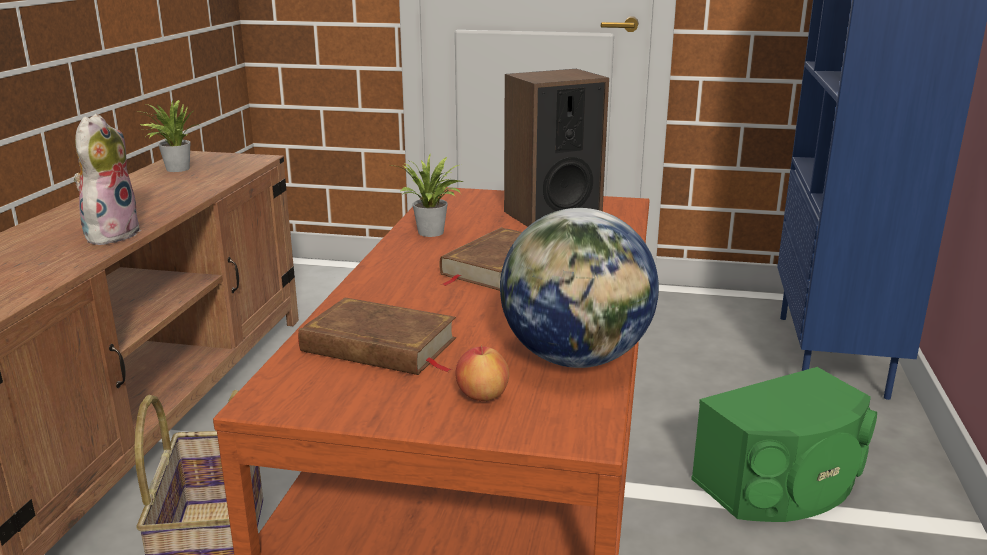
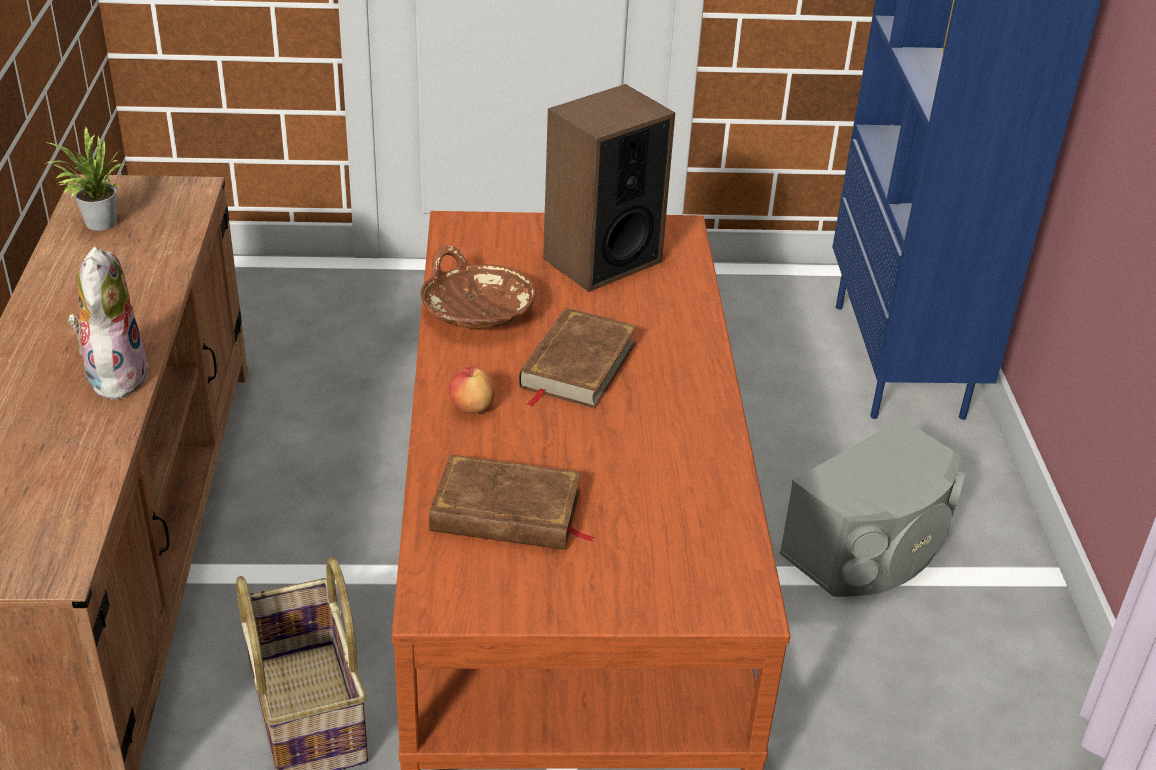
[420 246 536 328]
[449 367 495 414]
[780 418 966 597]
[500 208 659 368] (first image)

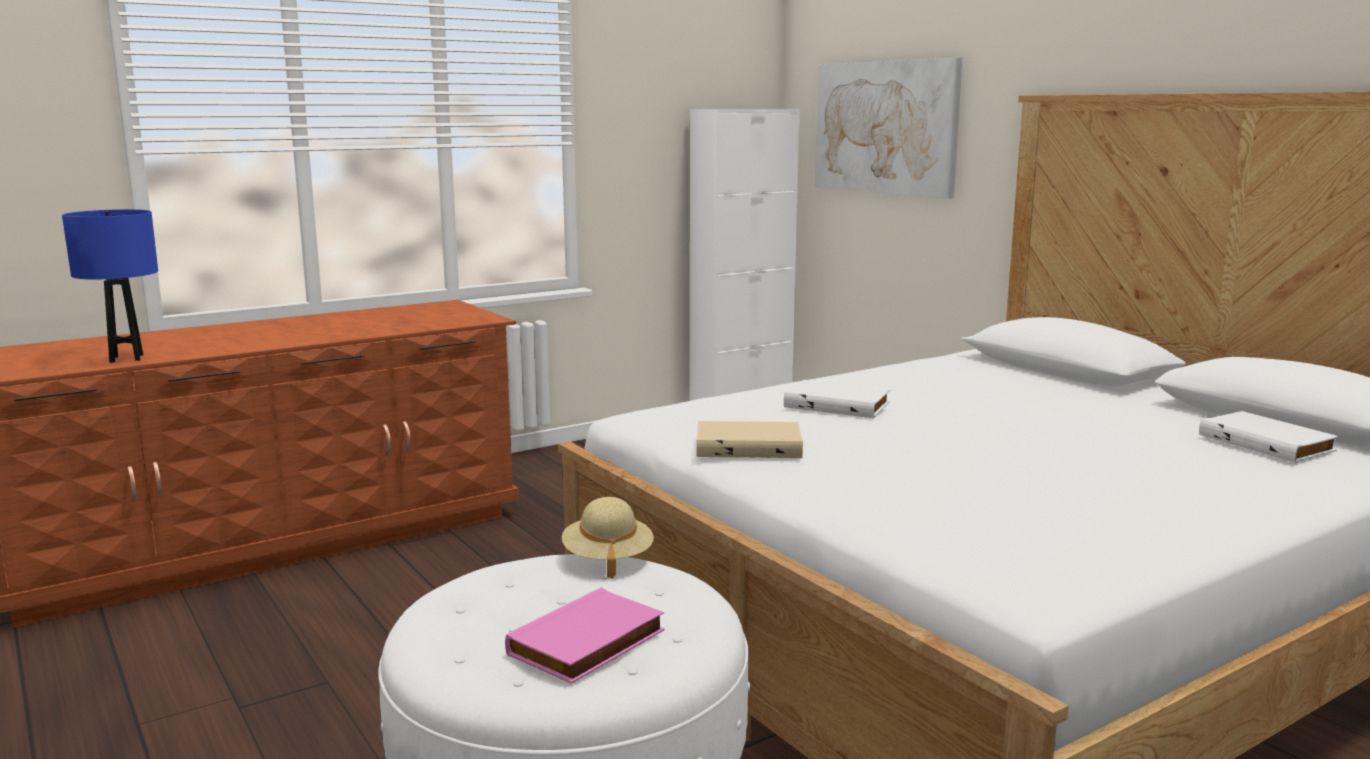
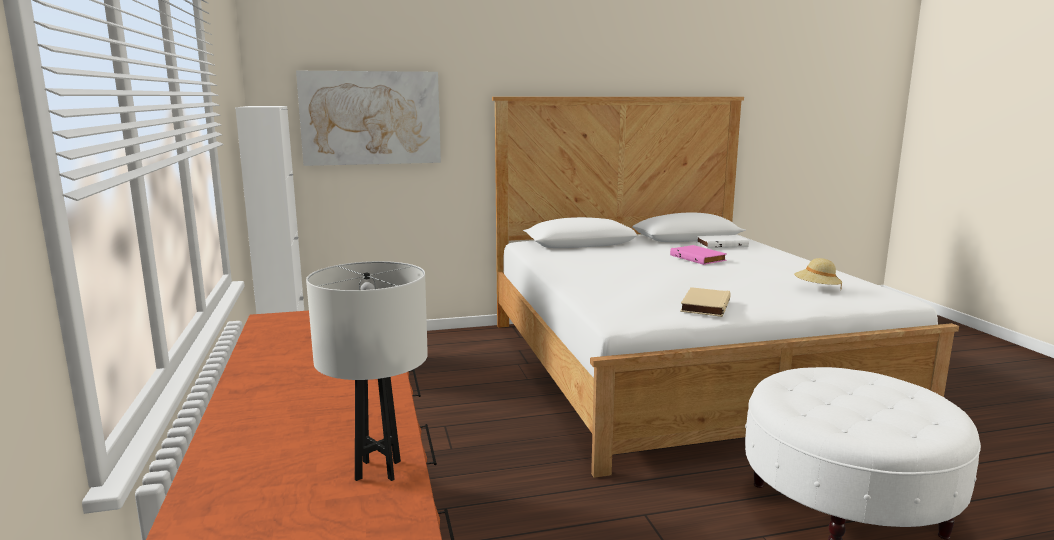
[306 261 428 481]
[670 245 727 265]
[794 258 842 288]
[784 380 890 418] (first image)

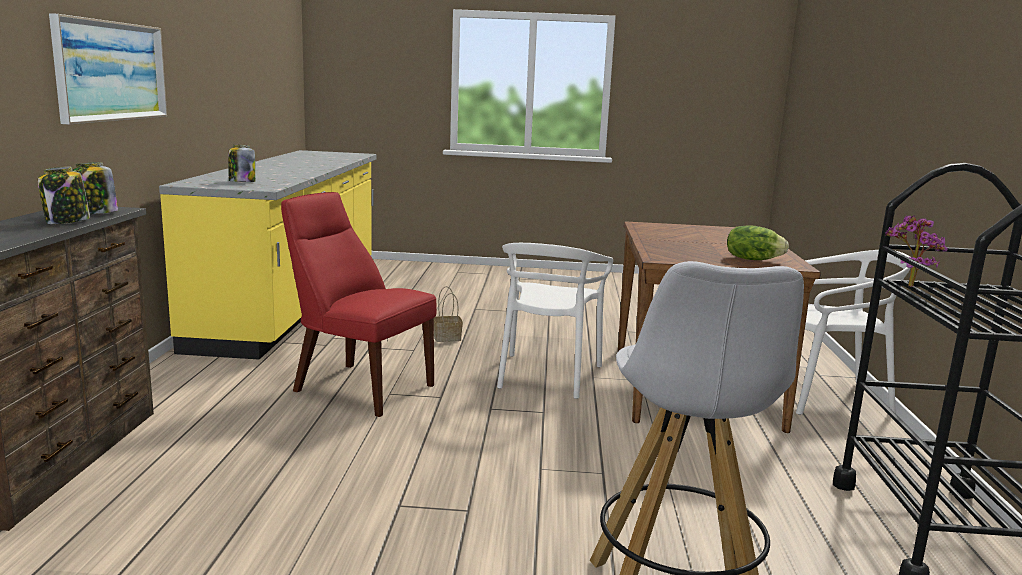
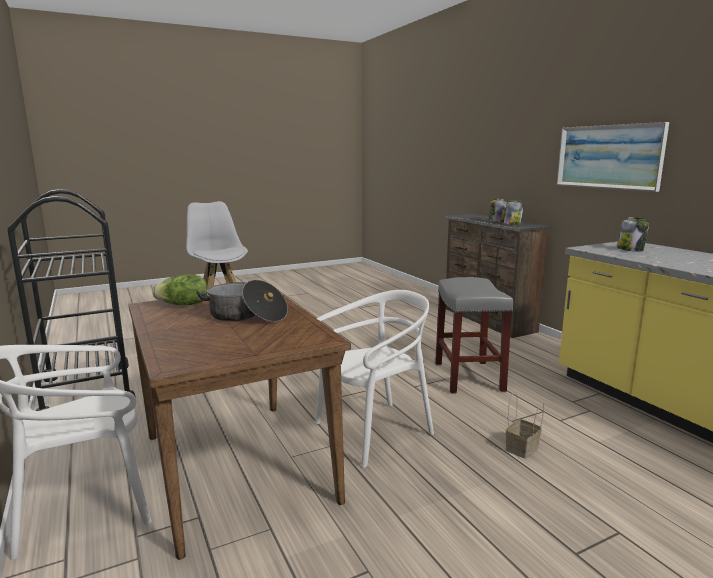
[196 280 288 322]
[315 290 434 468]
[435 277 513 394]
[885 214 948 287] (first image)

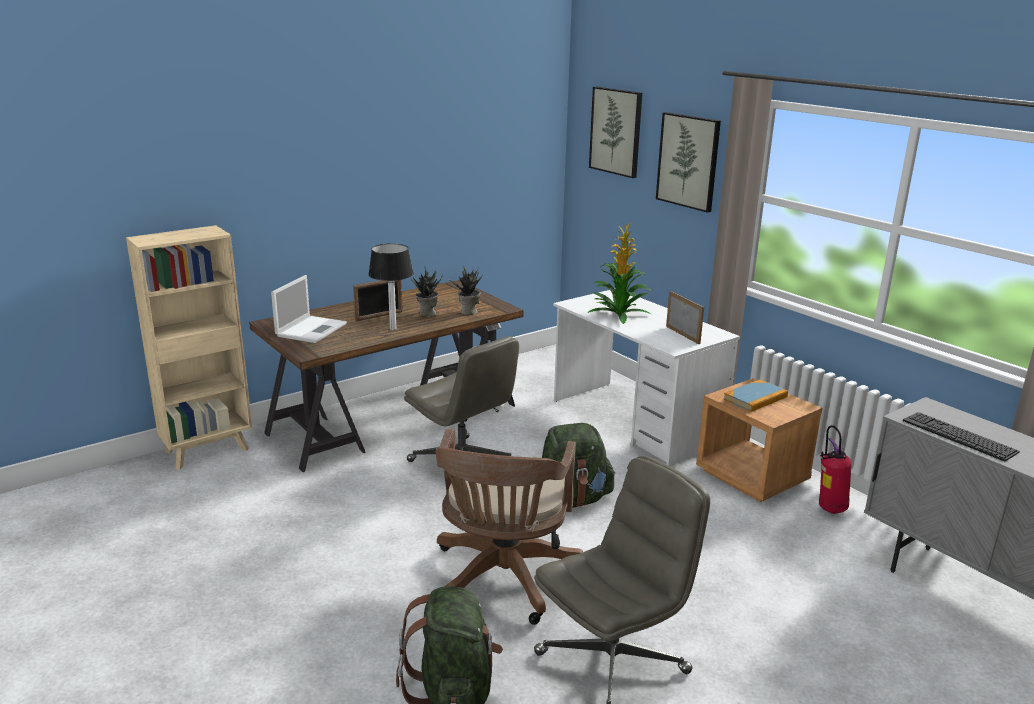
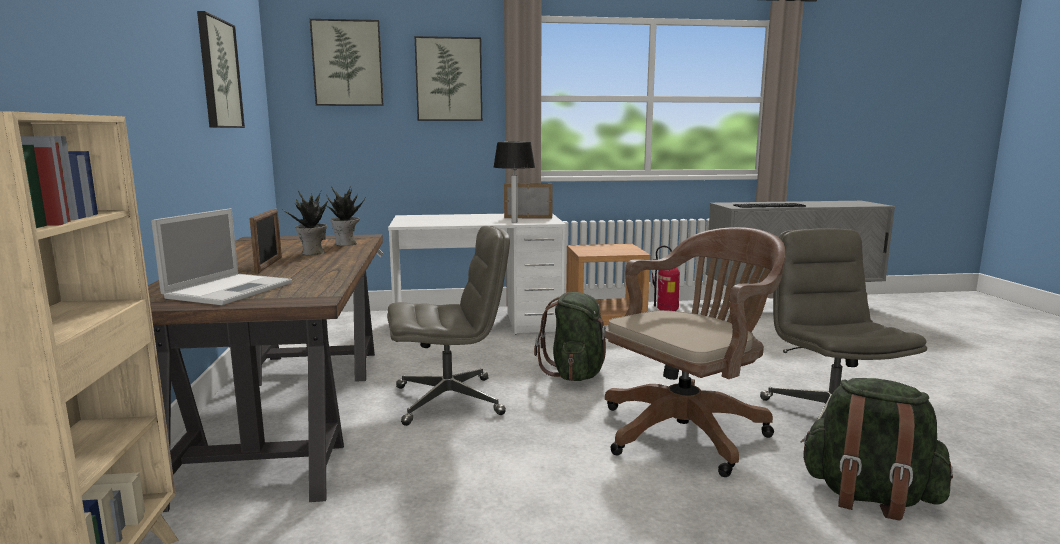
[151 208 292 305]
[197 11 245 128]
[493 142 535 223]
[605 227 786 477]
[587 222 651 324] (first image)
[724 380 788 412] (first image)

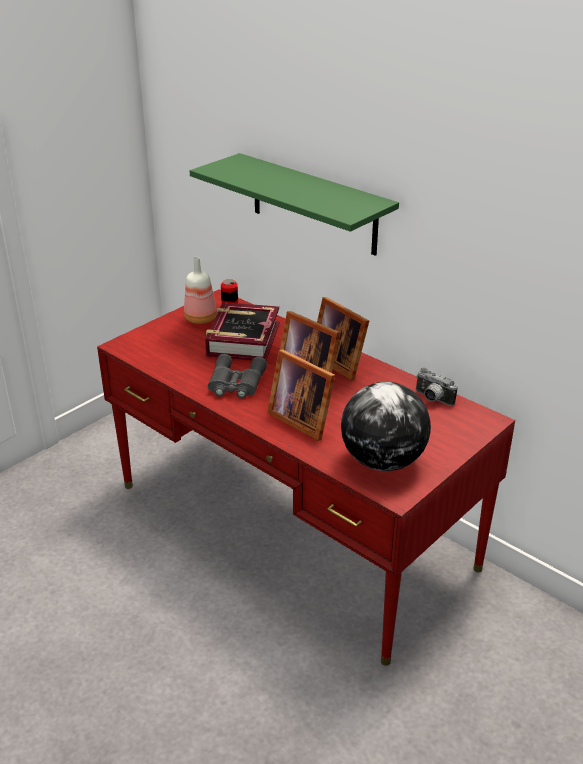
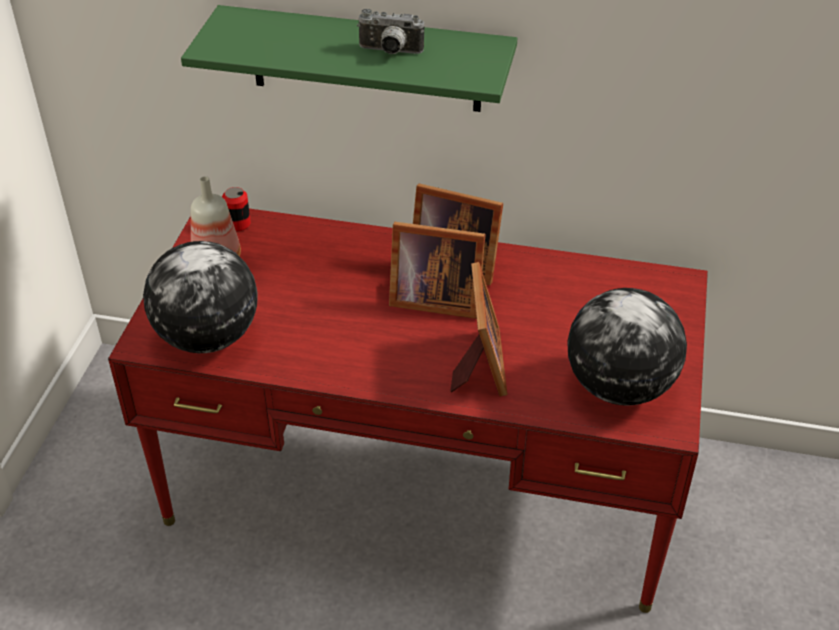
[143 241 257 353]
[357 9 425 54]
[450 262 507 396]
[205 302 279 360] (first image)
[208 354 267 399] (first image)

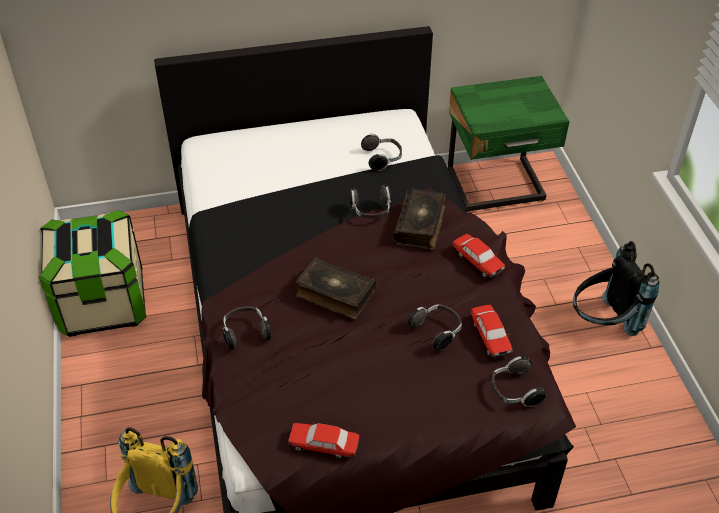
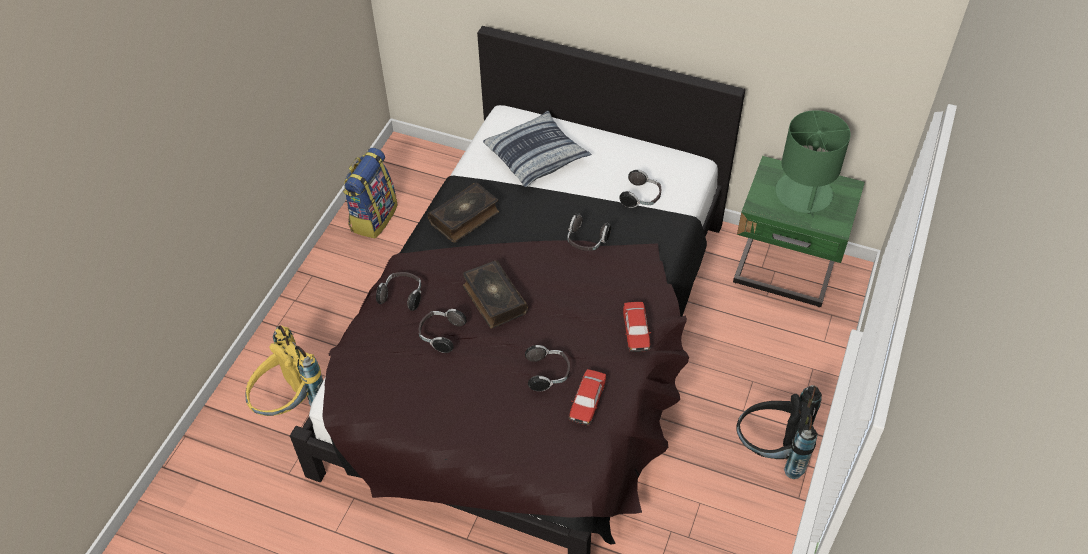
[343 148 398 239]
[419 309 467 353]
[428 183 499 243]
[483 111 592 187]
[775 110 851 218]
[288 421 360 459] (first image)

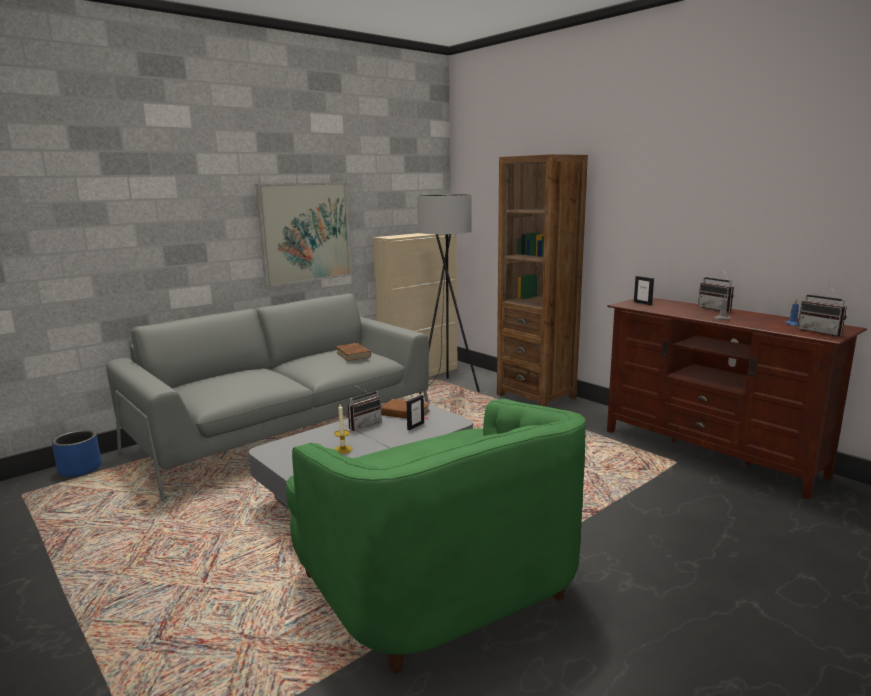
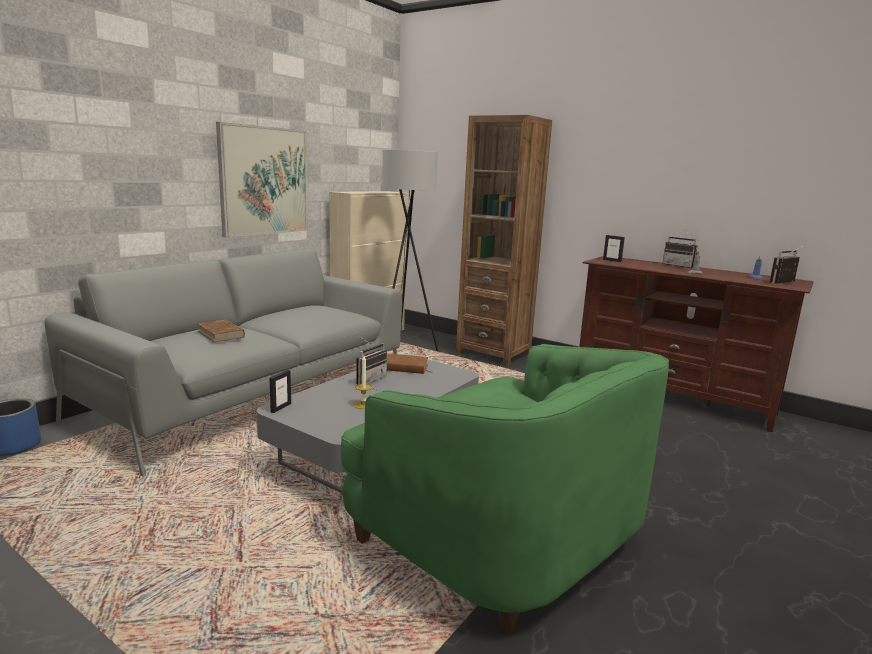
[198 320 245 343]
[269 370 291 413]
[769 244 807 284]

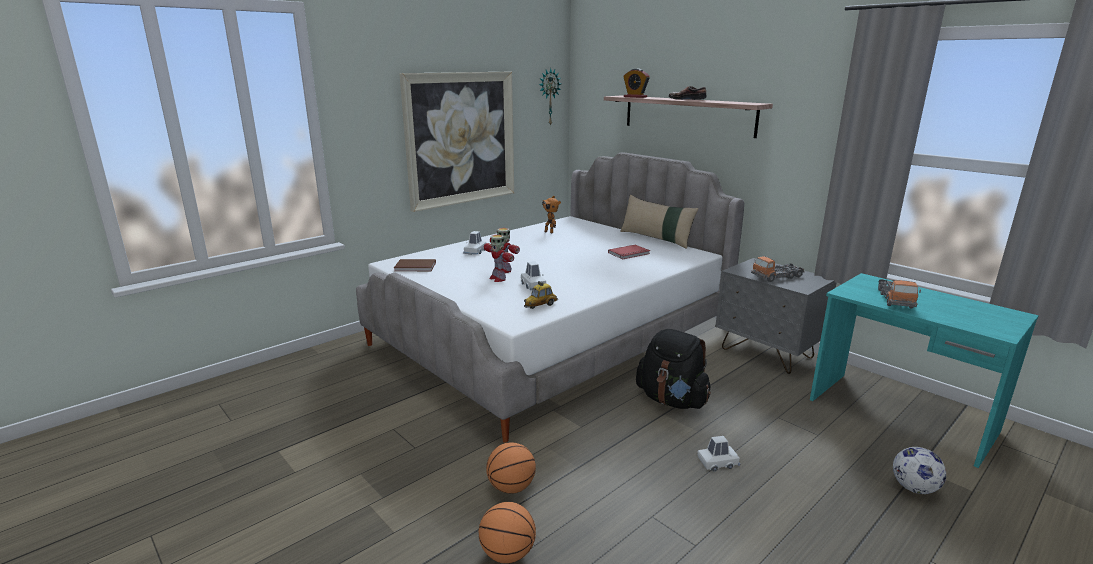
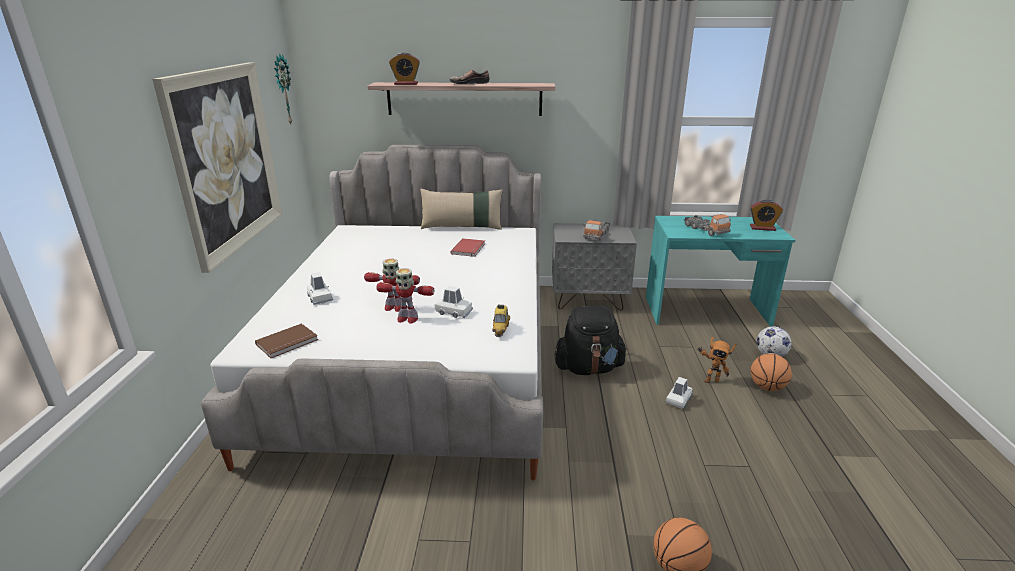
[698 337 737 383]
[750 200 783 231]
[751 353 792 391]

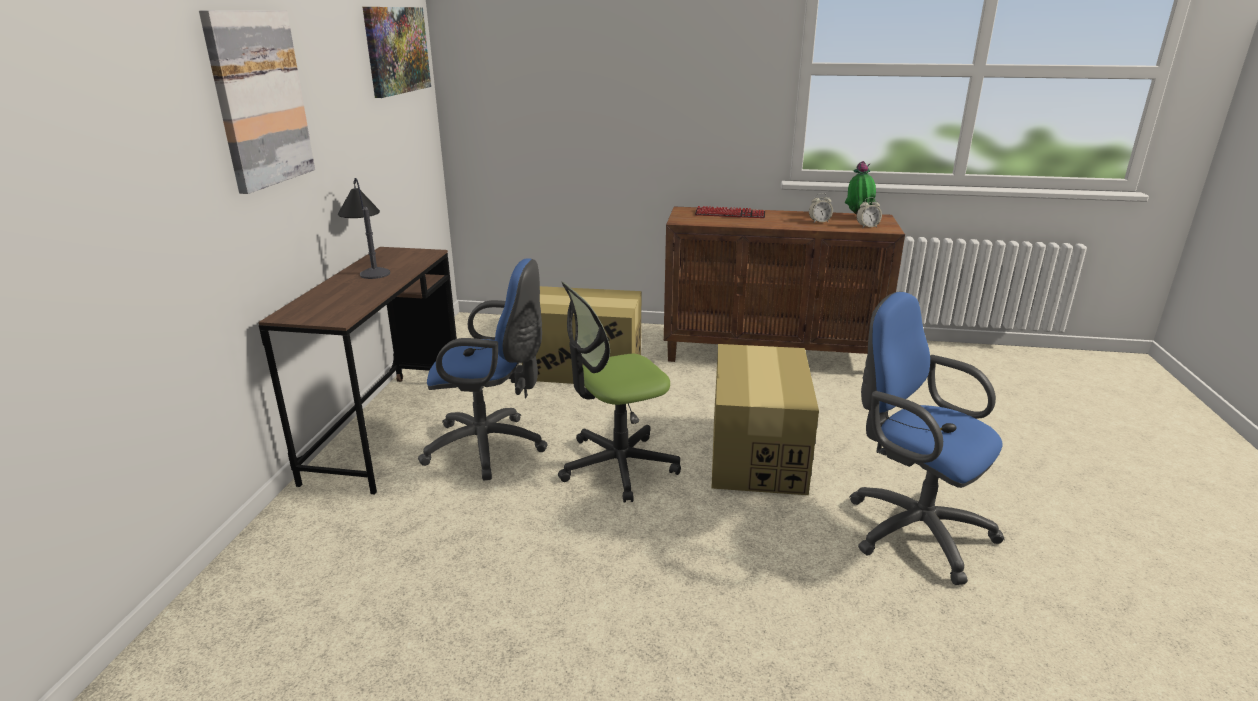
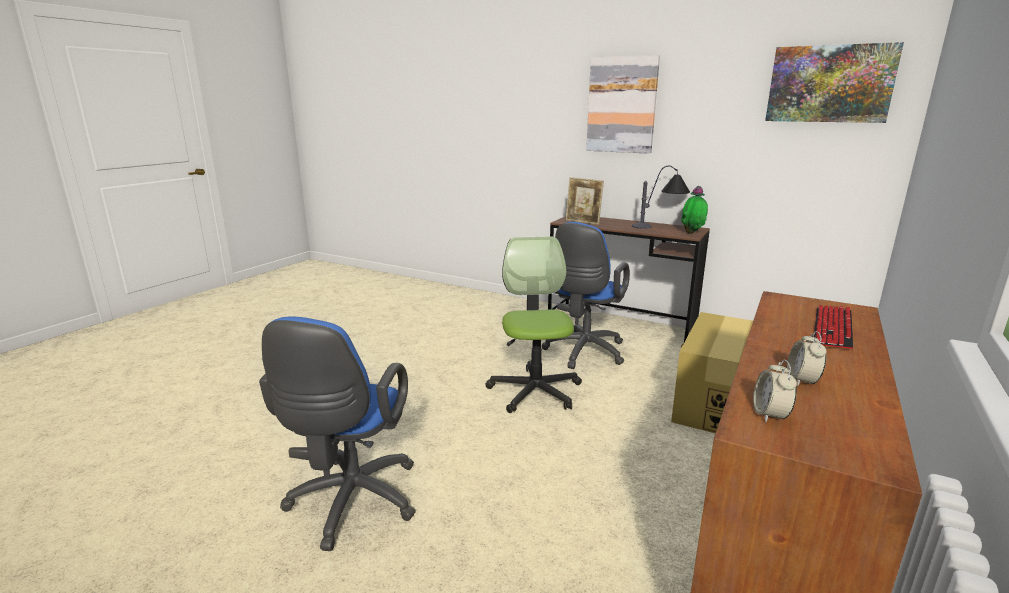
[259 316 416 551]
[566 177 604 225]
[681 186 708 234]
[712 344 819 495] (first image)

